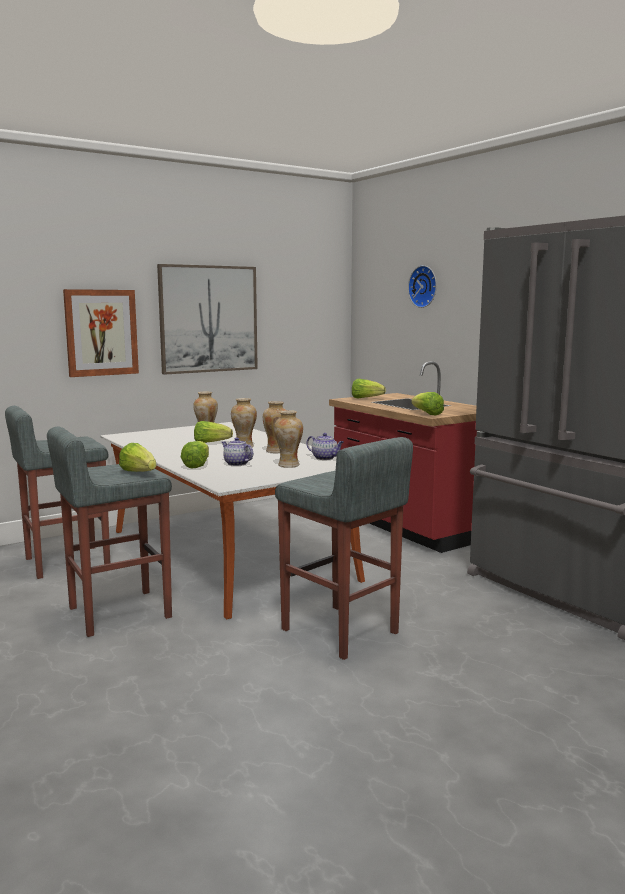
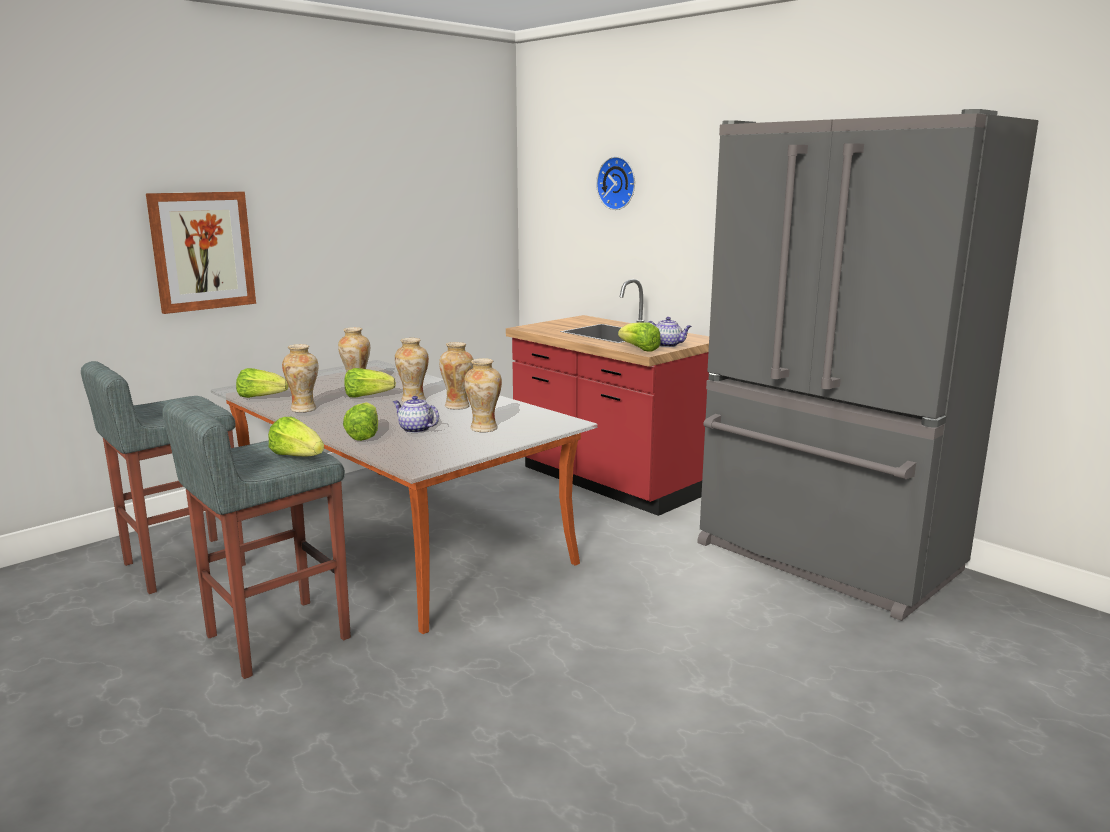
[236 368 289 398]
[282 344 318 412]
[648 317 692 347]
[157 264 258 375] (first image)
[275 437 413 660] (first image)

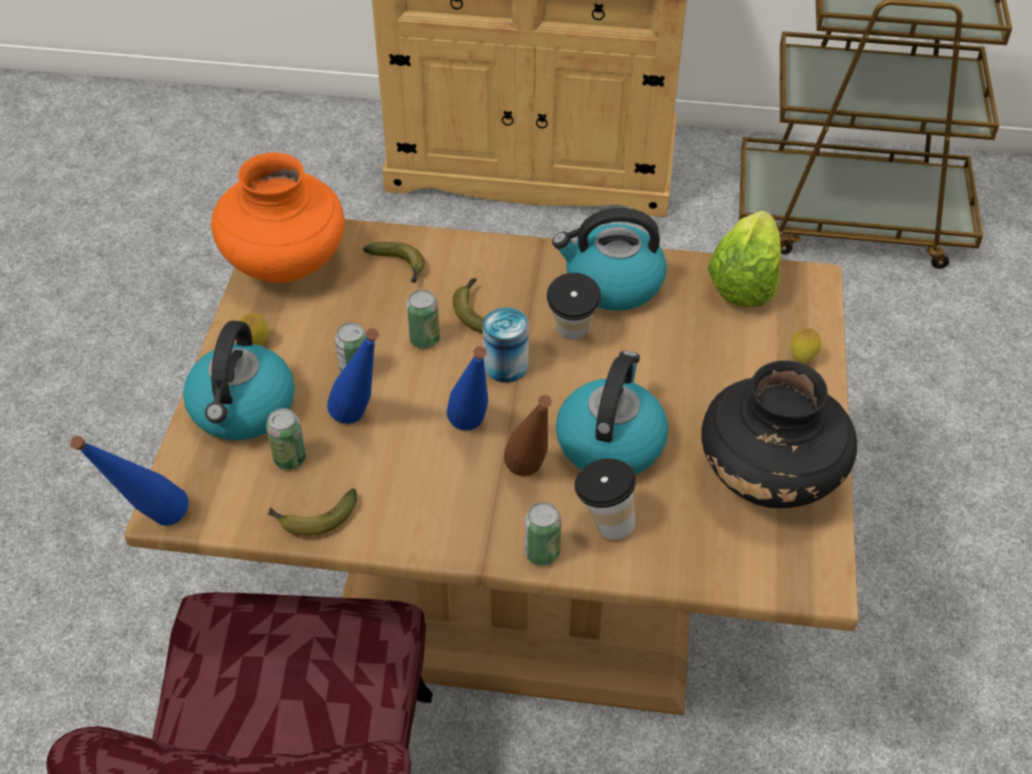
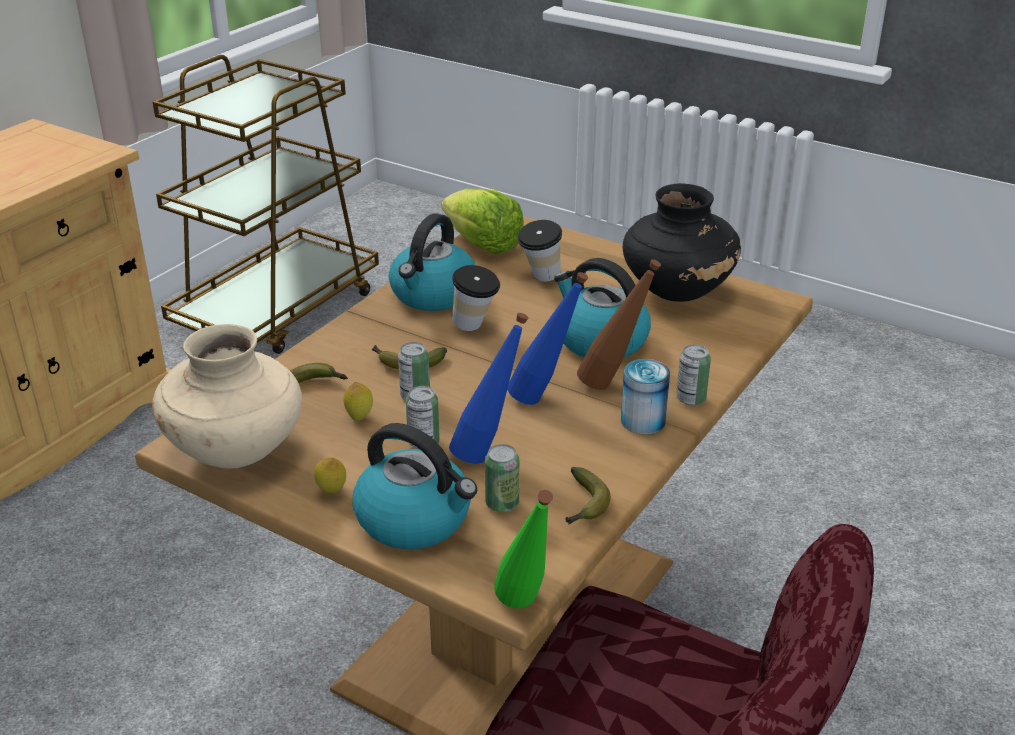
[152 324 302 469]
[344 382 373 421]
[494 490 553 609]
[517 220 562 282]
[621 359 670 434]

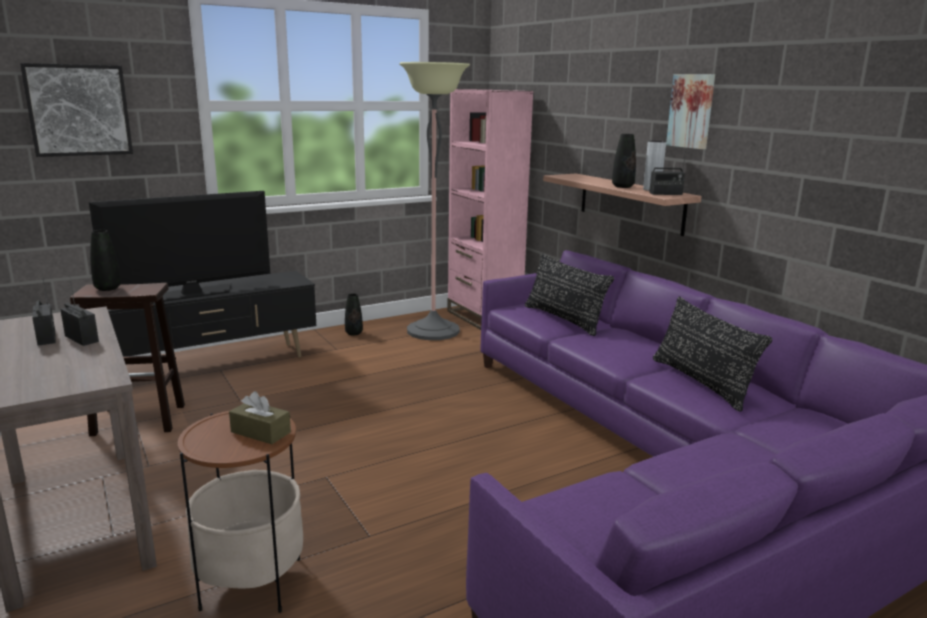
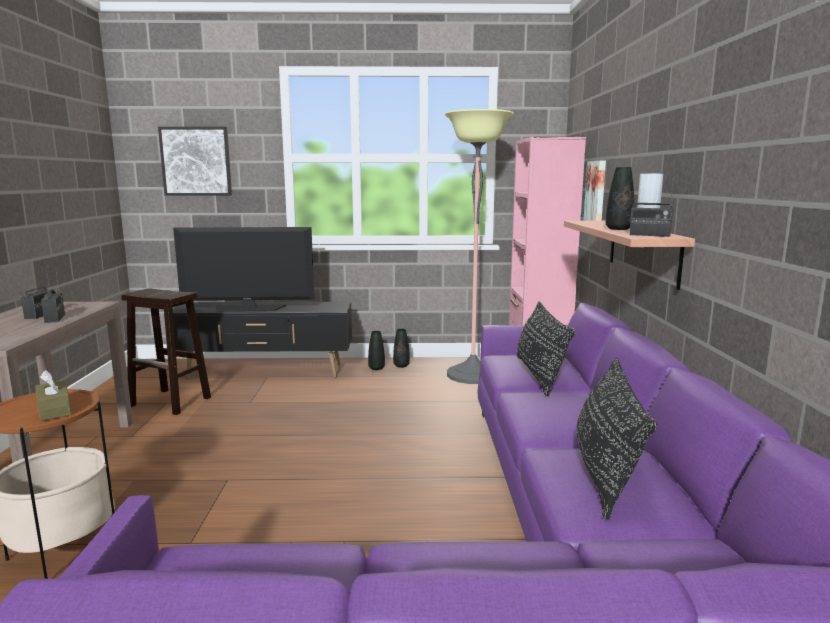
[368 331 385 370]
[584 161 606 220]

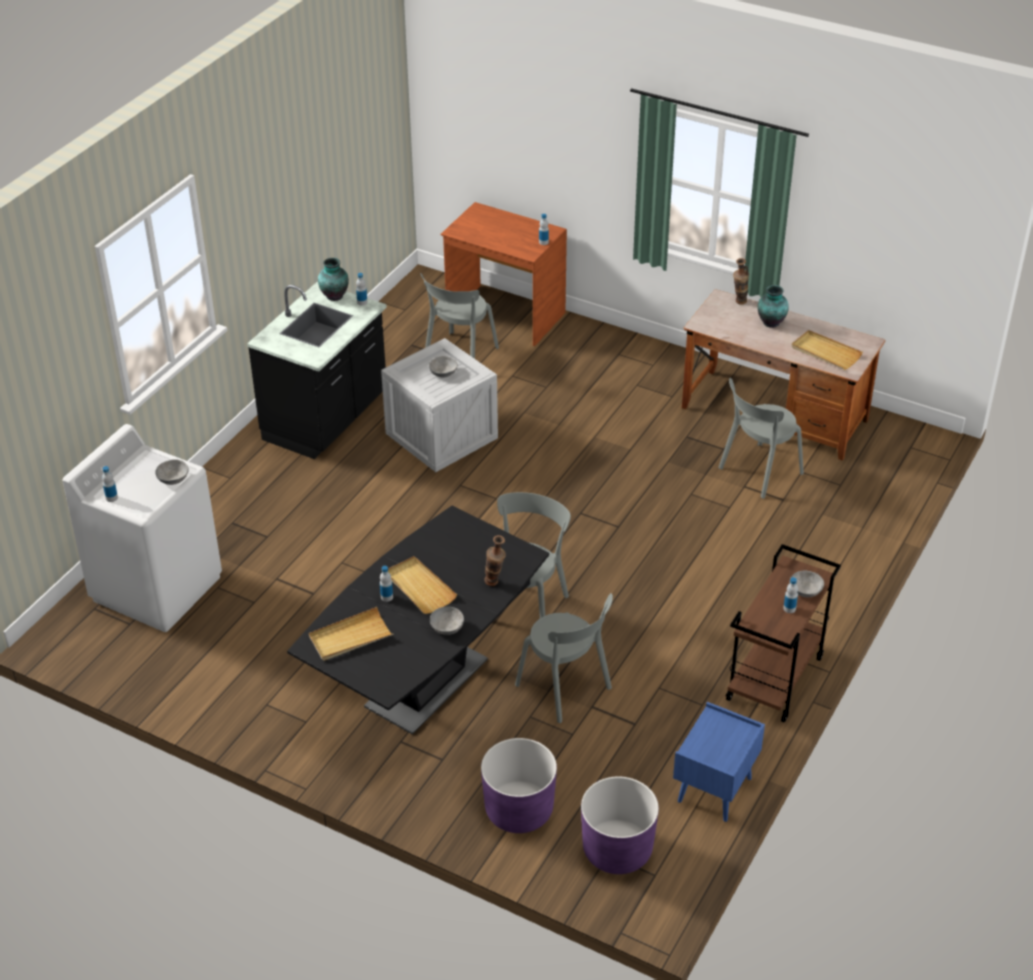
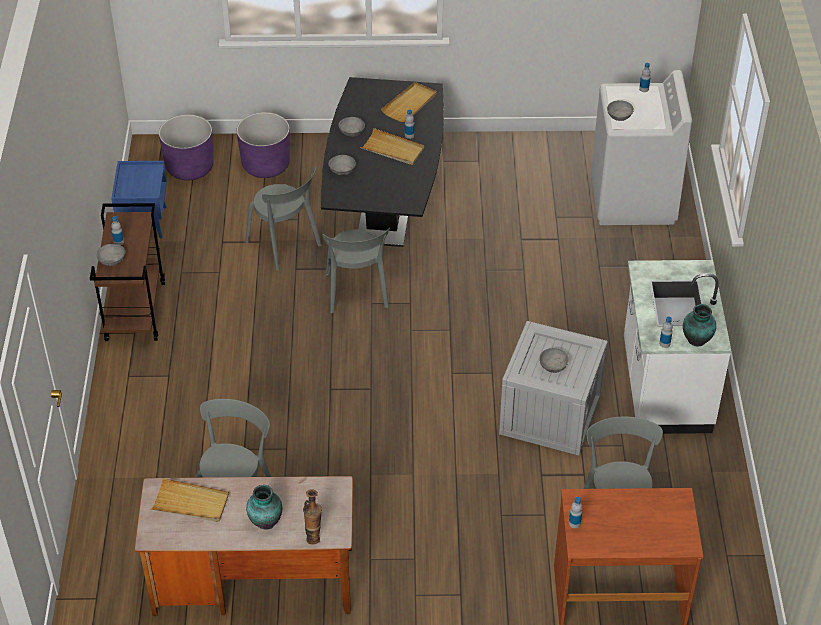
[245 166 322 271]
[328 155 356 175]
[624 260 731 434]

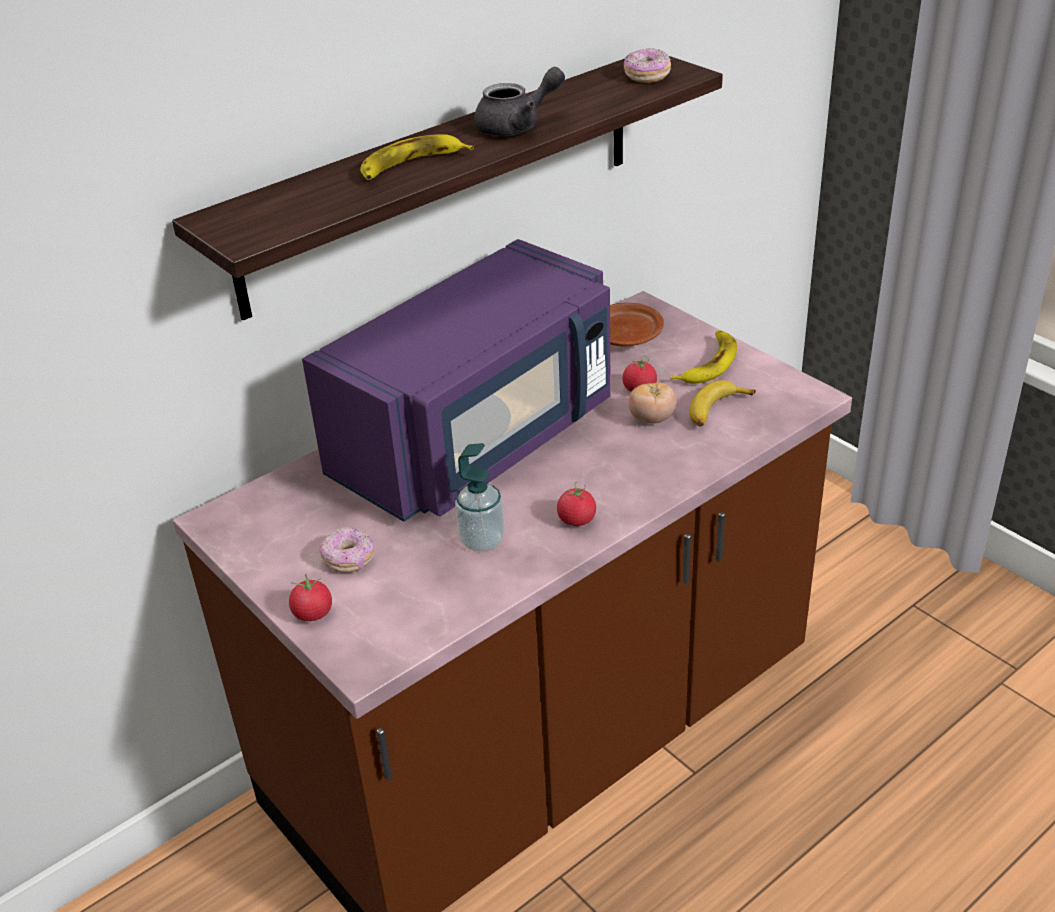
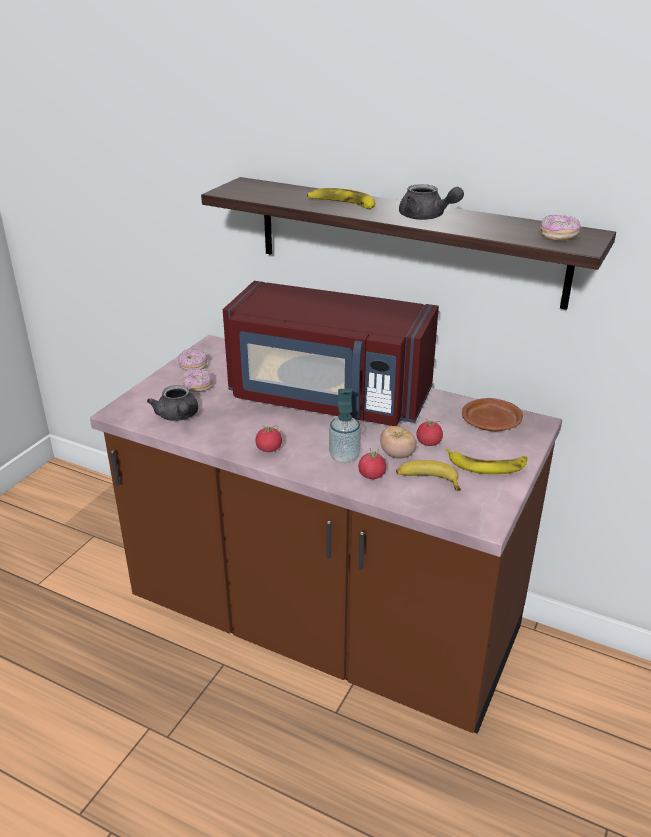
[147 385 198 421]
[178 349 207 370]
[223 281 439 426]
[329 389 361 463]
[358 448 386 479]

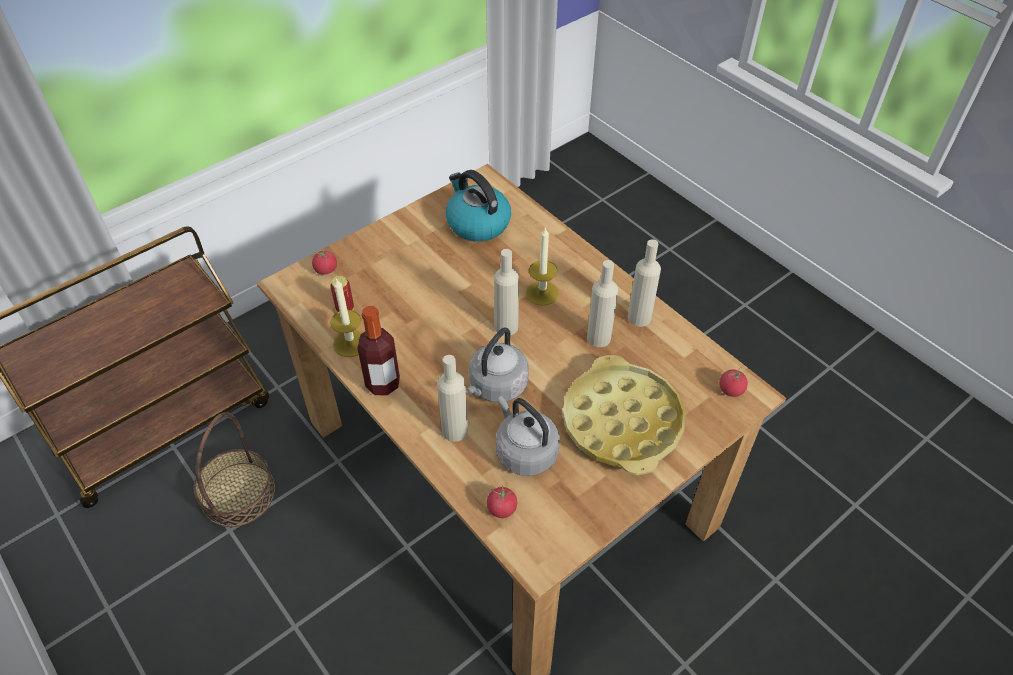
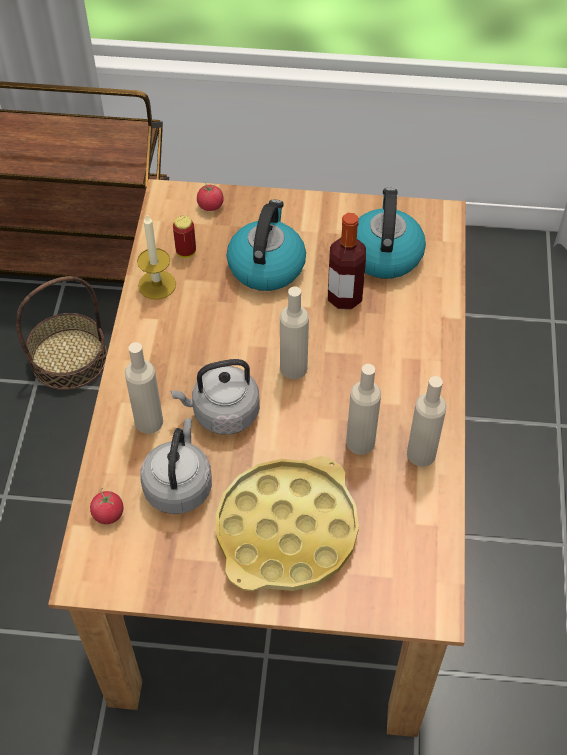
[227 199 306 291]
[328 213 366 309]
[526 227 559 306] (first image)
[719 367 748 397] (first image)

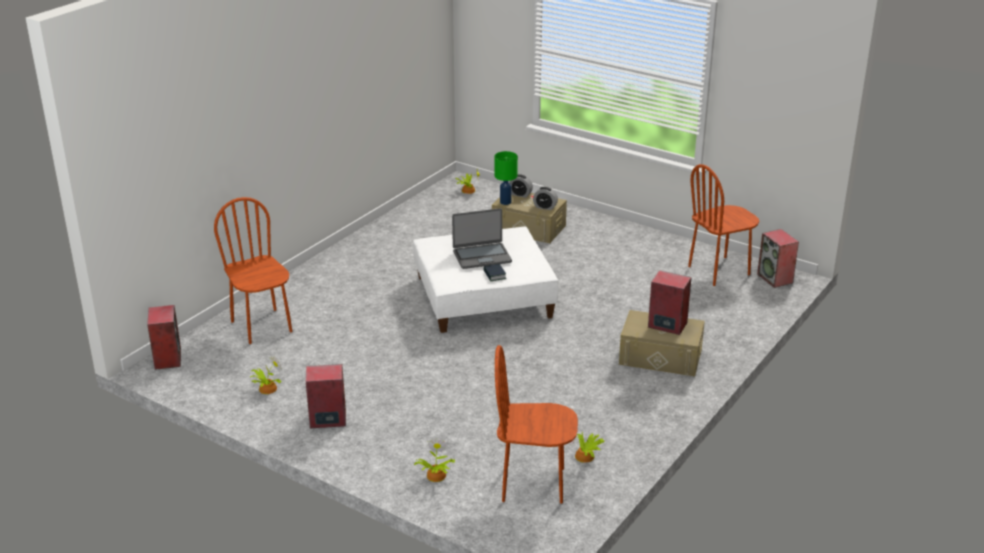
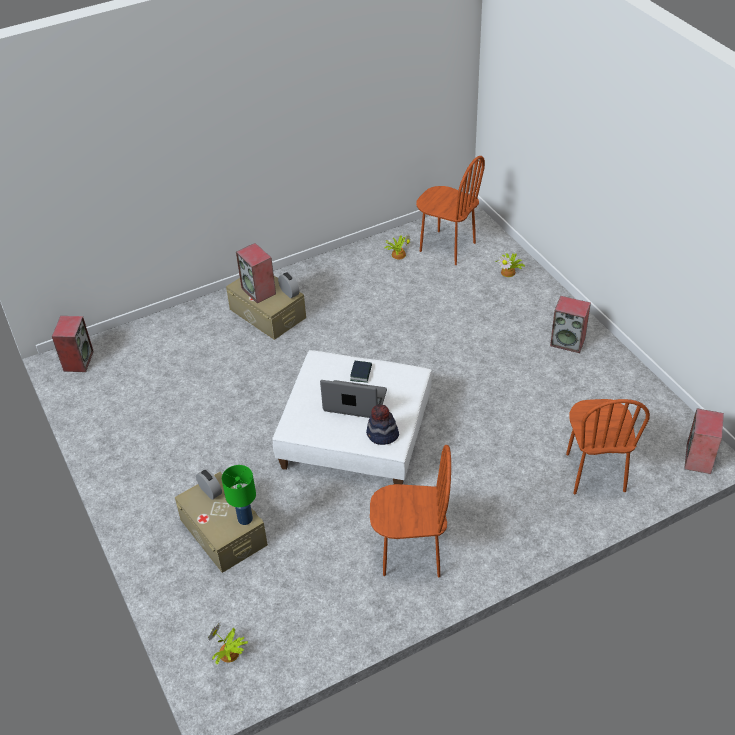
[278 272 299 298]
[366 404 399 445]
[370 445 451 577]
[250 356 281 394] (first image)

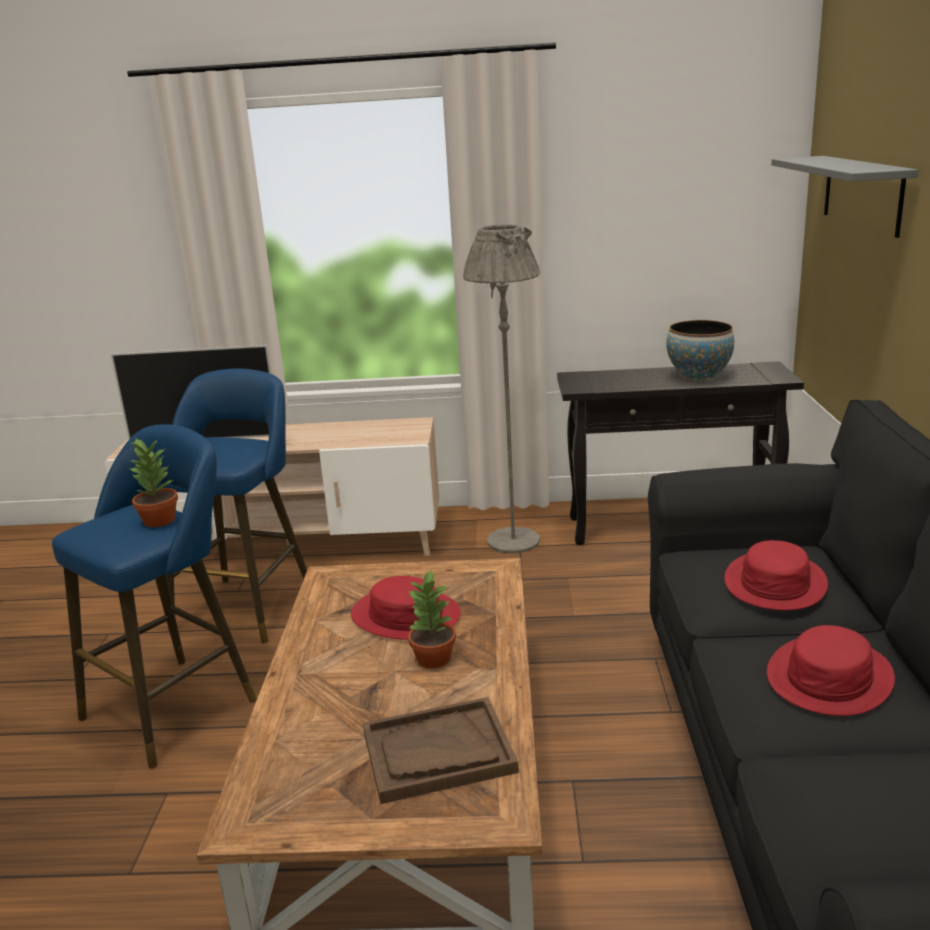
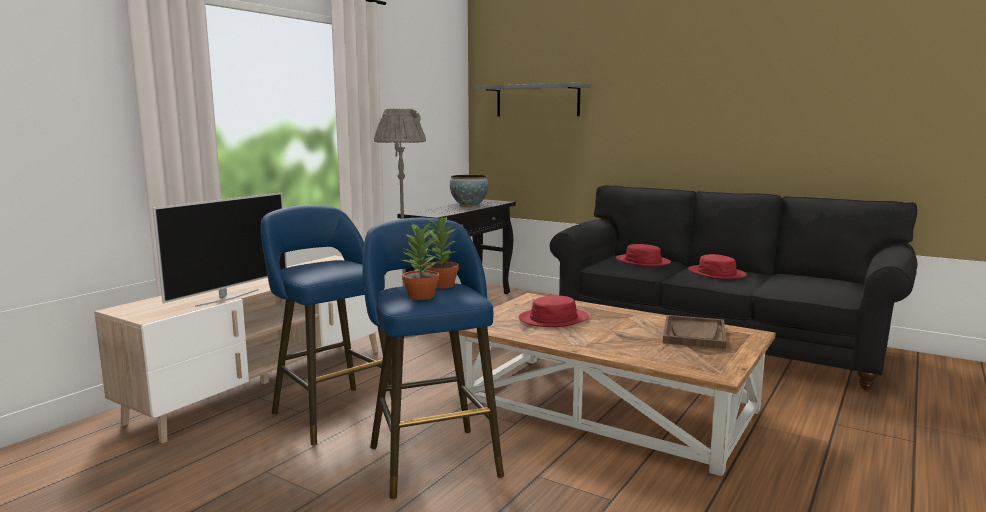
[402 222 440 300]

